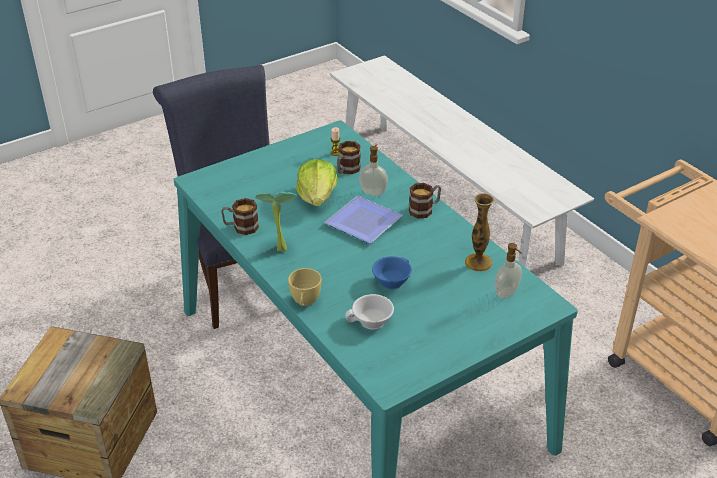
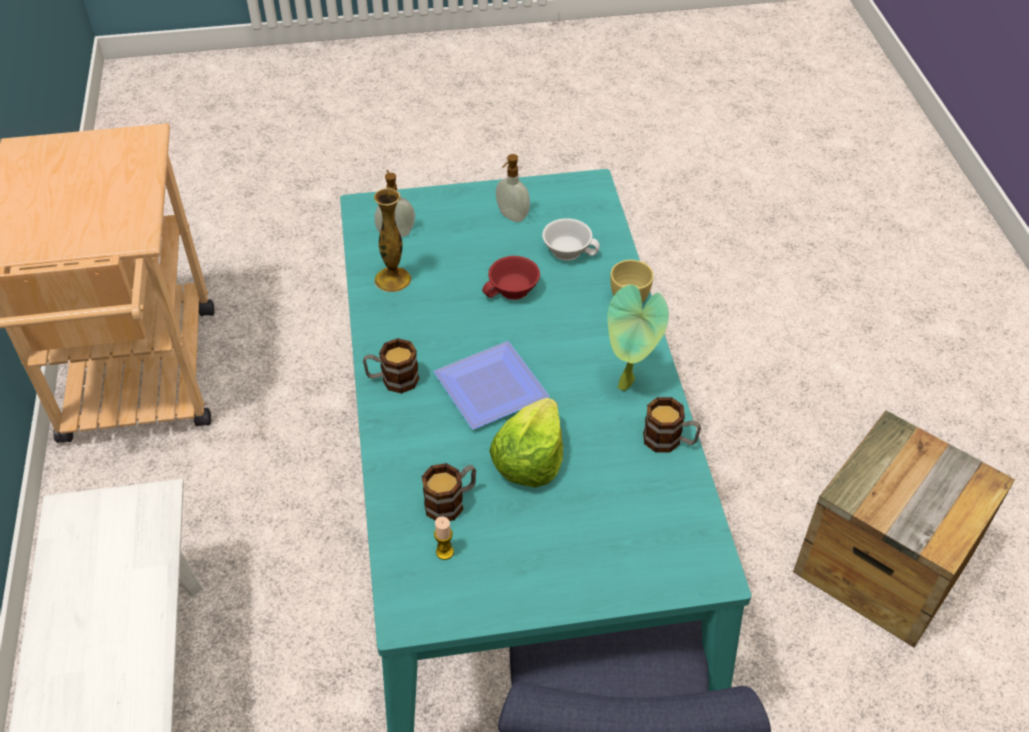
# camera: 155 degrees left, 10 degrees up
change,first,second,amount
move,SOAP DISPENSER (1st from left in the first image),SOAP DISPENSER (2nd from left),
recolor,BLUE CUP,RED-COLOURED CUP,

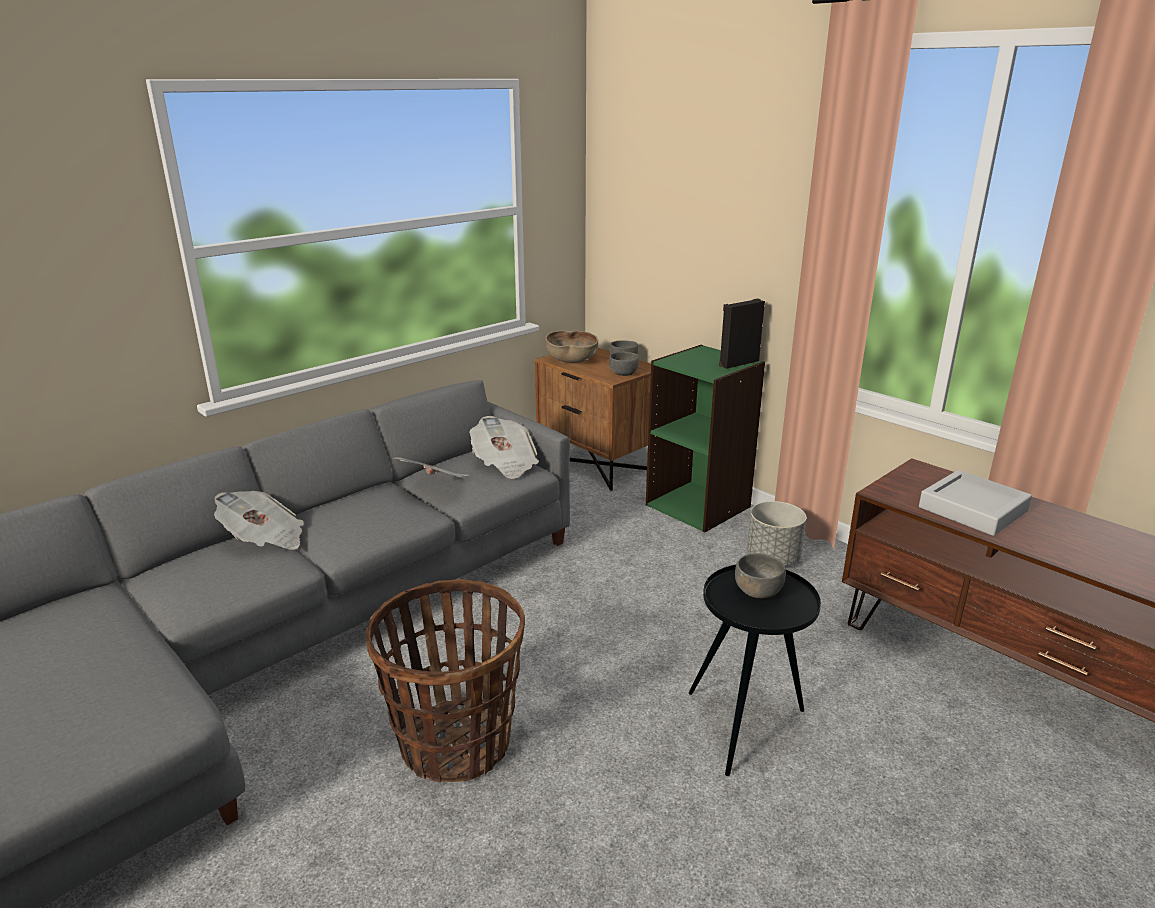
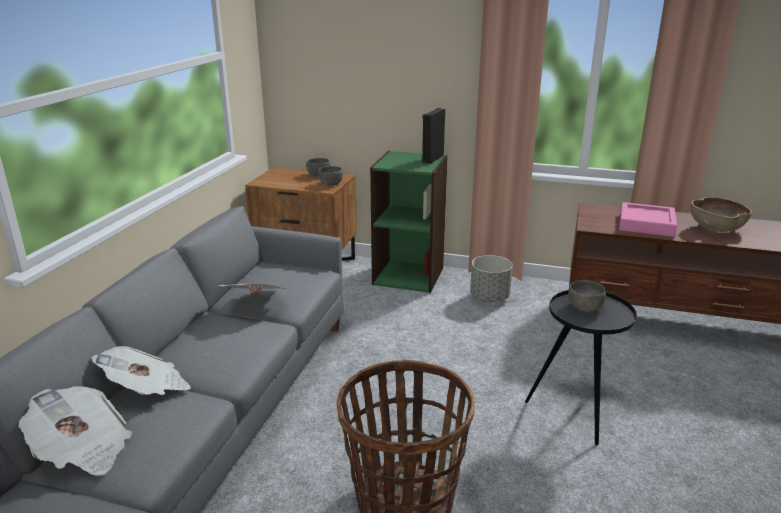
# camera: 30 degrees left, 0 degrees up
change,first,second,amount
move,NEWSPAPER (3rd from left in the first image),NEWSPAPER (1st from left),
move,BROWN DEEP DISH,,
recolor,GREYISH CARRYING TRAY,PINK-COLOURED CARRYING TRAY,

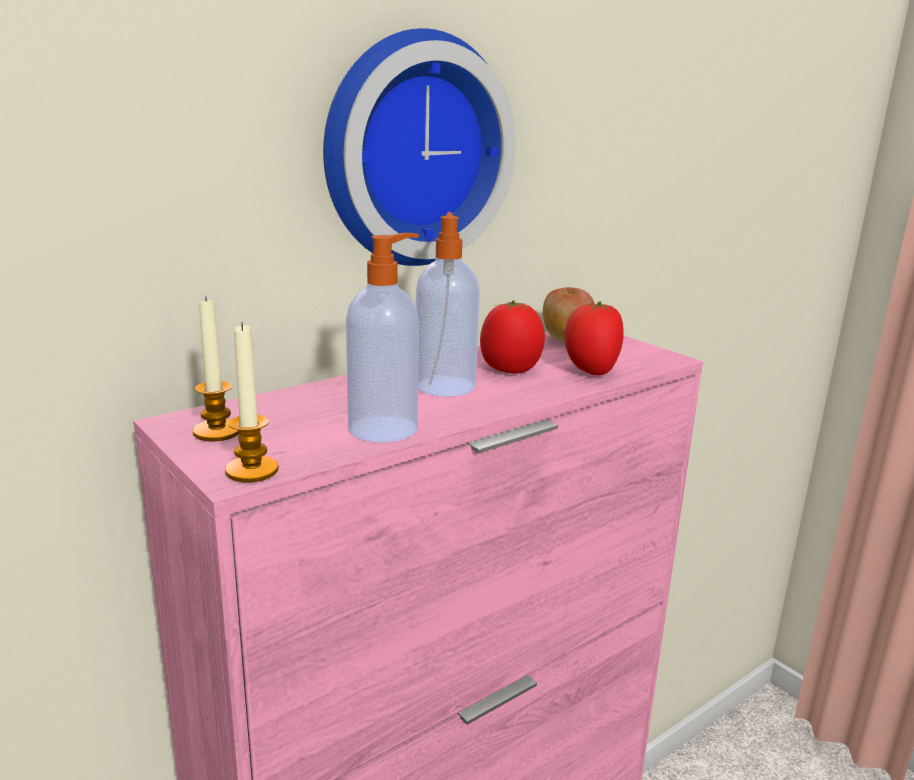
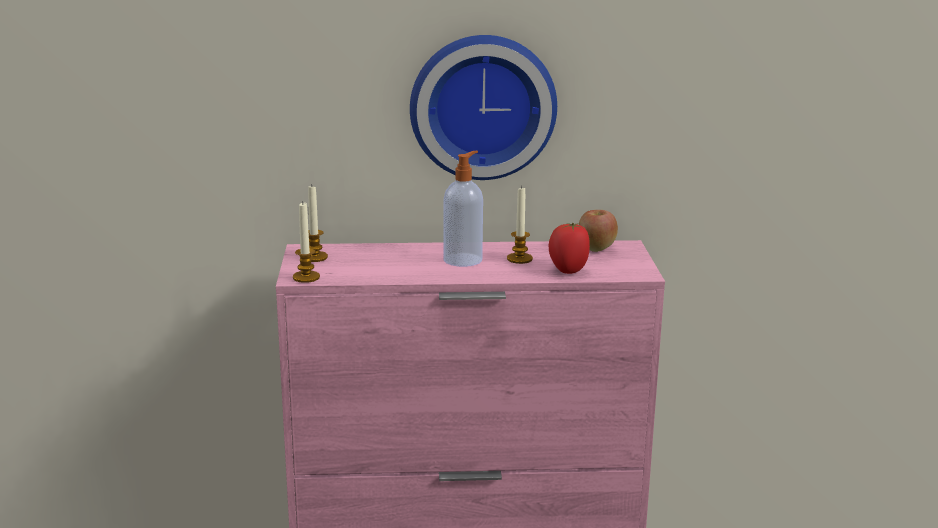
# camera: 35 degrees right, 0 degrees up
change,first,second,amount
delete,SOAP DISPENSER (1st from left),,
replace,TOMATO (1st from left),CANDLE (3rd from left),

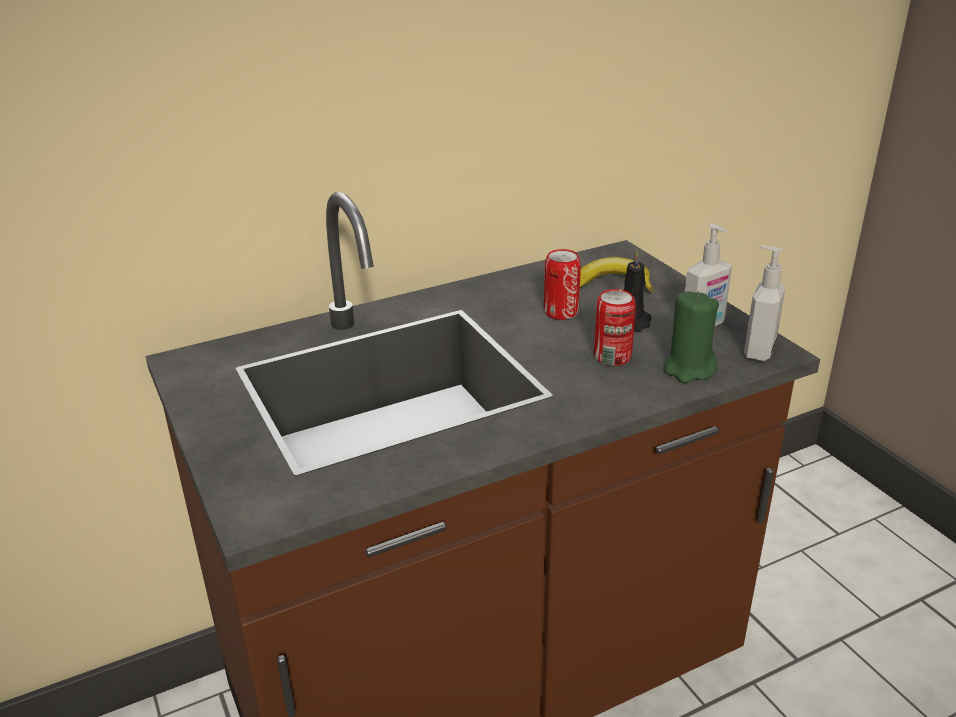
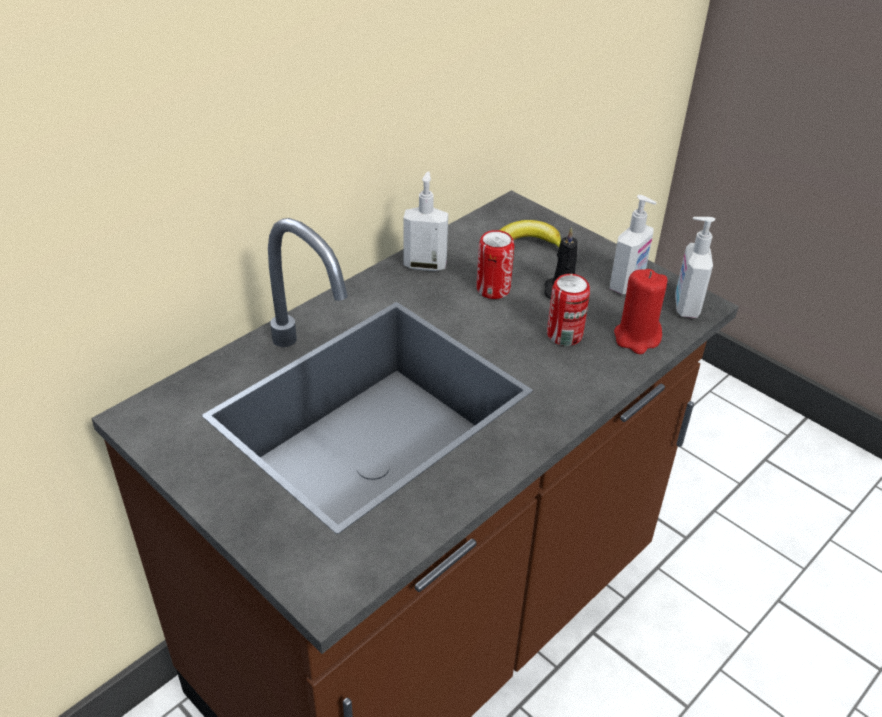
# camera: 20 degrees left, 10 degrees up
change,first,second,amount
insert,,SOAP DISPENSER (1st from left),
recolor,GREENISH CANDLE,RED-COLOURED CANDLE,

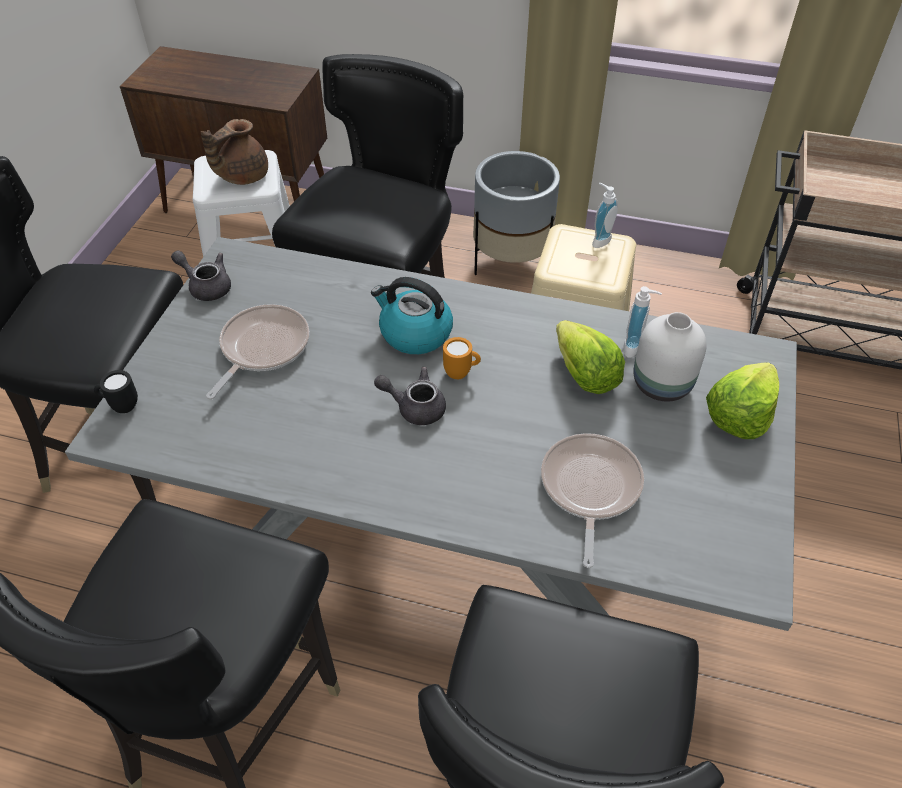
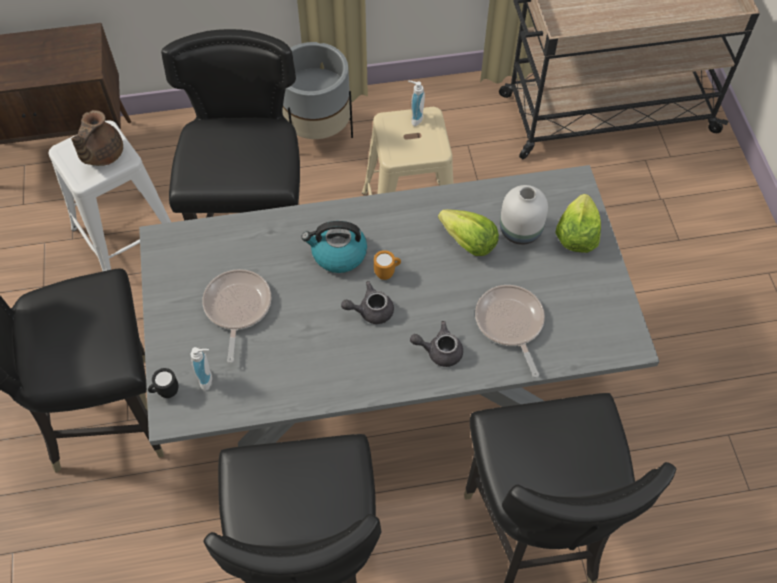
# camera: 25 degrees left, 10 degrees up
change,first,second,amount
move,GREYISH POT FOR TEA (1st from left in the first image),GREYISH POT FOR TEA (2nd from left),
move,SOAP DISPENSER (2nd from left in the first image),SOAP DISPENSER (1st from left),

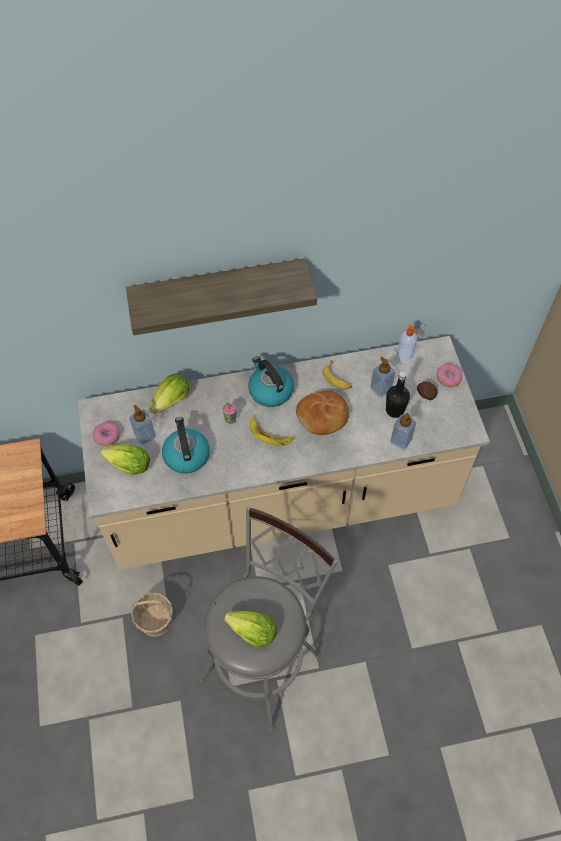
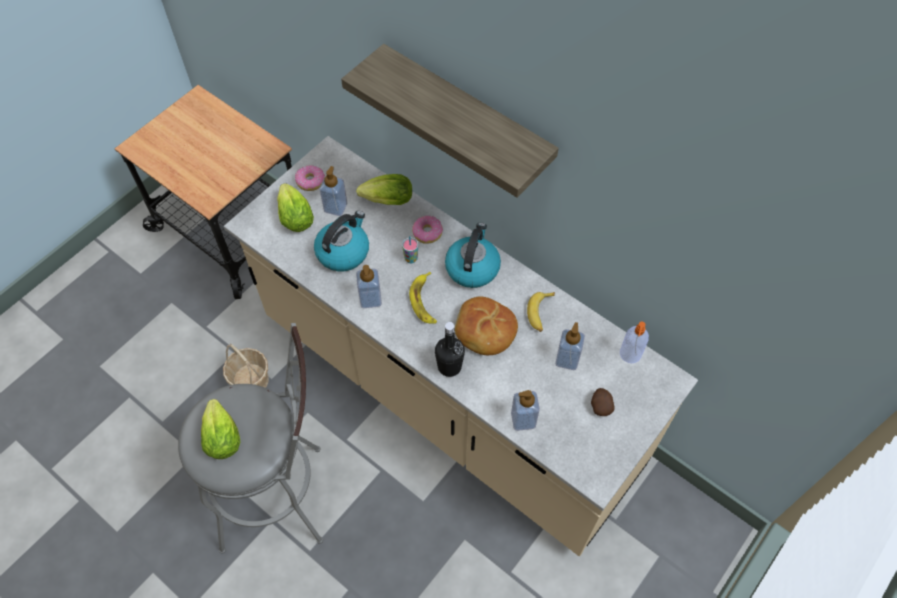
# camera: 50 degrees right, 0 degrees up
change,first,second,amount
insert,,SOAP DISPENSER (2nd from left),
move,BLACK BOTTLE,,
move,RING DOUGHNUT (2nd from left),,

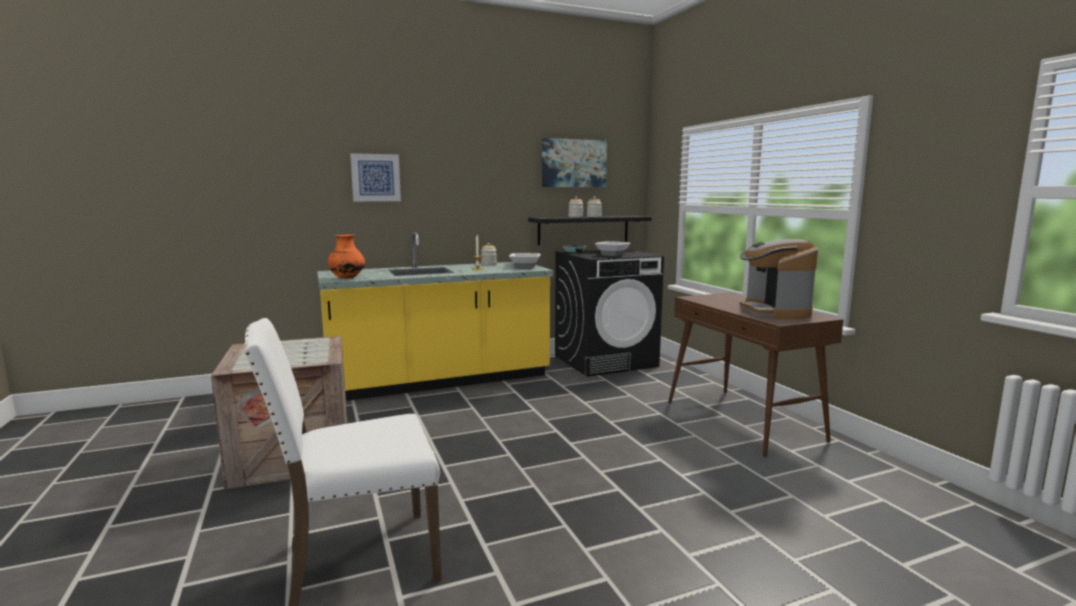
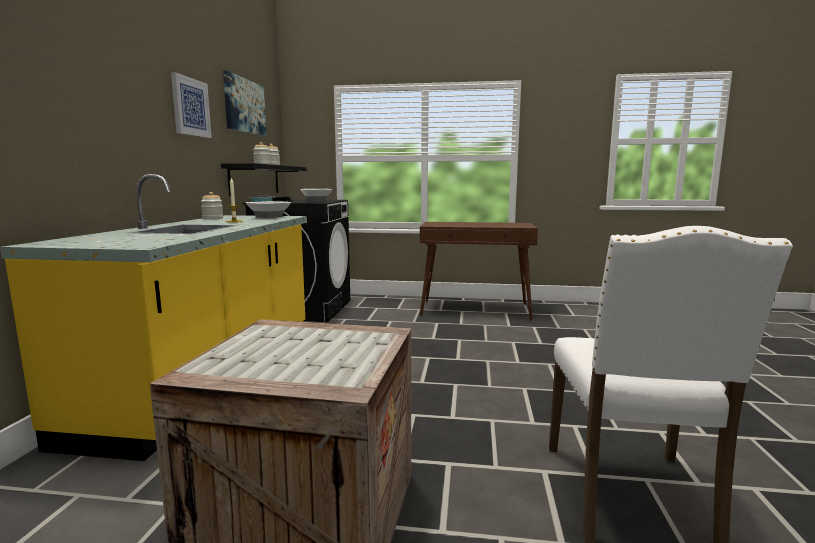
# camera: 60 degrees left, 0 degrees up
change,first,second,amount
delete,ORANGE VASE,,
delete,COFFEE BREWER,,
move,PICTURE (1st from left),,

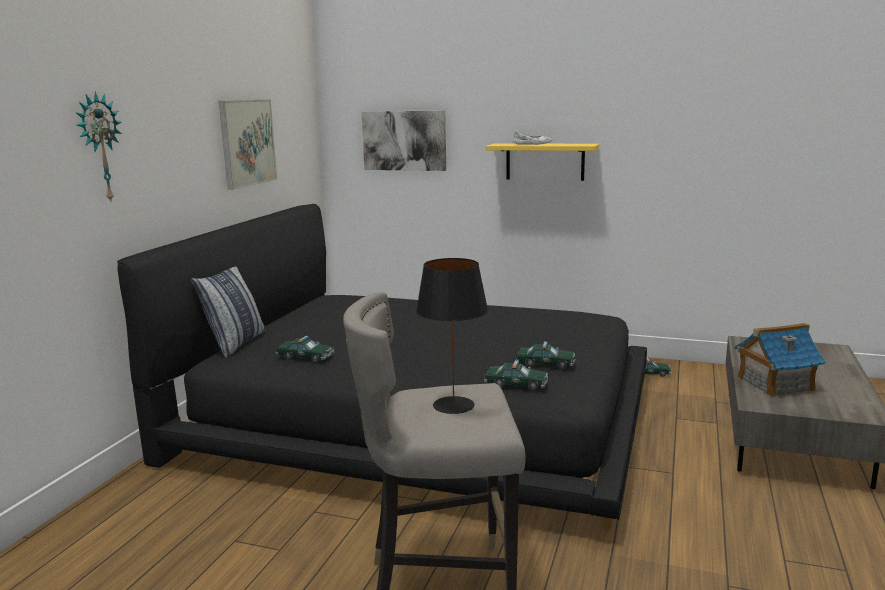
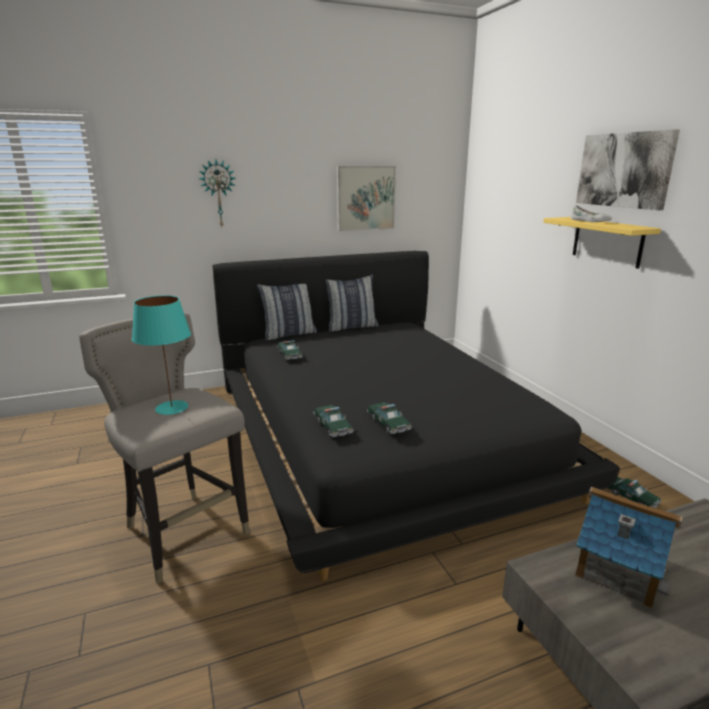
# camera: 50 degrees right, 5 degrees up
change,first,second,amount
insert,,CUSHION (2nd from left),
move,PICTURE (2nd from left),,
recolor,BLACK LAMP FOR A TABLE,BLUE-GREEN LAMP FOR A TABLE,

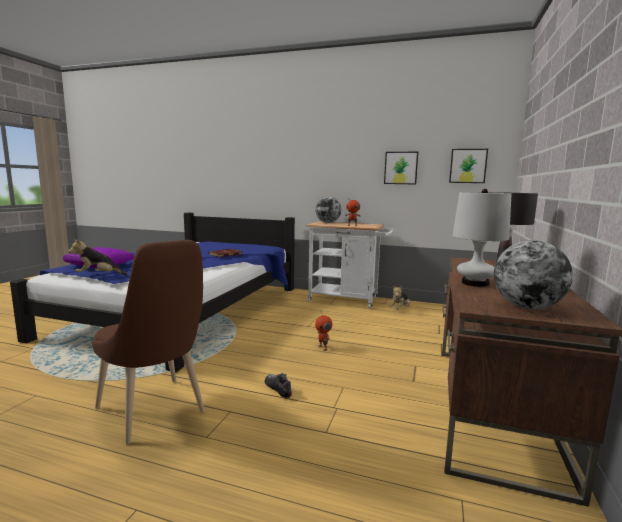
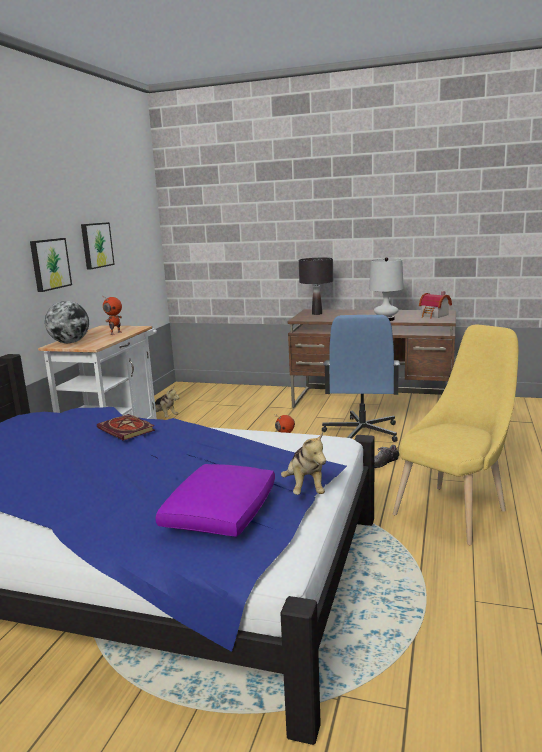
# camera: 90 degrees left, 5 degrees up
change,first,second,amount
insert,,BLUE COMPUTER CHAIR,
move,PICTURE (2nd from left in the first image),PICTURE (1st from left),
replace,DESK GLOBE (2nd from left),MINIATURE HOUSE,
recolor,BROWN PLAIN CHAIR,YELLOWISH PLAIN CHAIR,

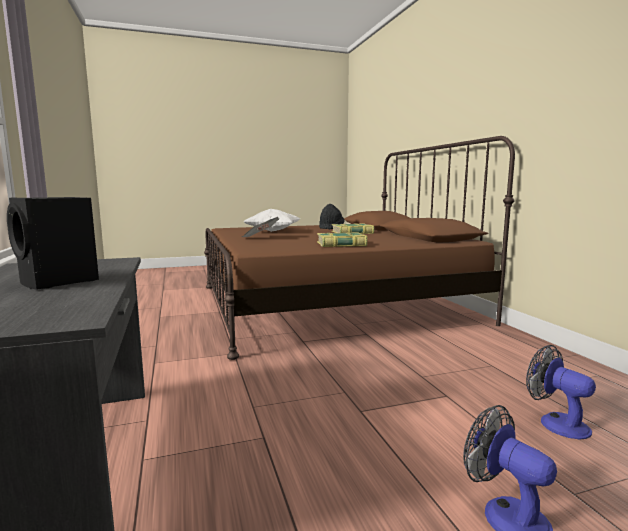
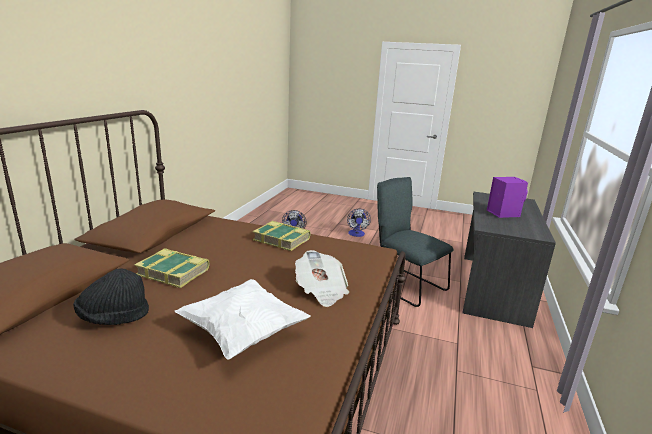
# camera: 145 degrees left, 10 degrees up
change,first,second,amount
insert,,GREYISH PLAIN CHAIR,
recolor,BLACK SPEAKER,PURPLISH SPEAKER,

